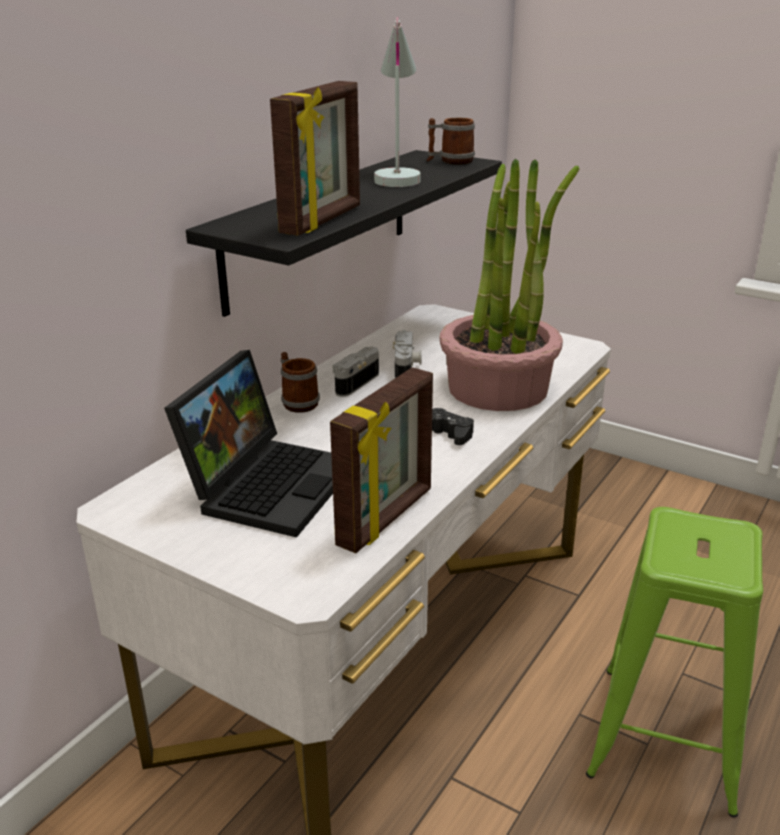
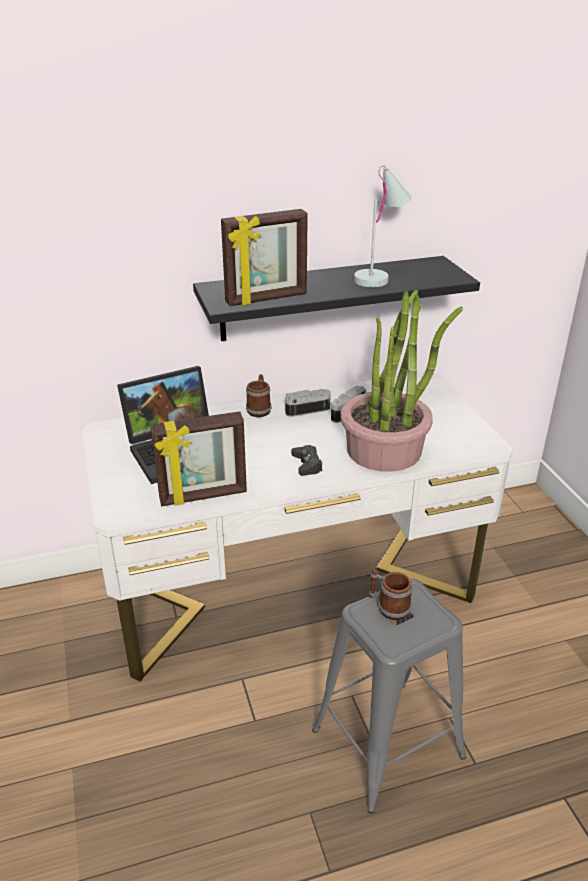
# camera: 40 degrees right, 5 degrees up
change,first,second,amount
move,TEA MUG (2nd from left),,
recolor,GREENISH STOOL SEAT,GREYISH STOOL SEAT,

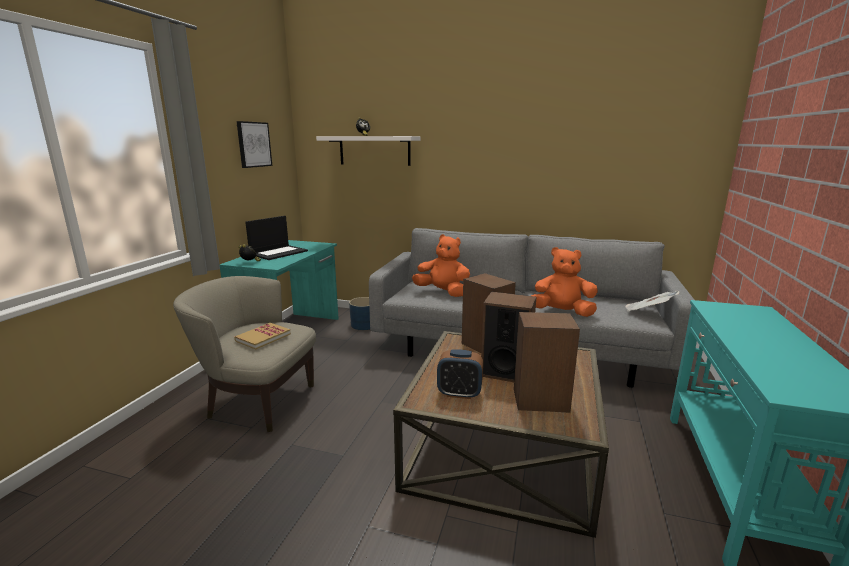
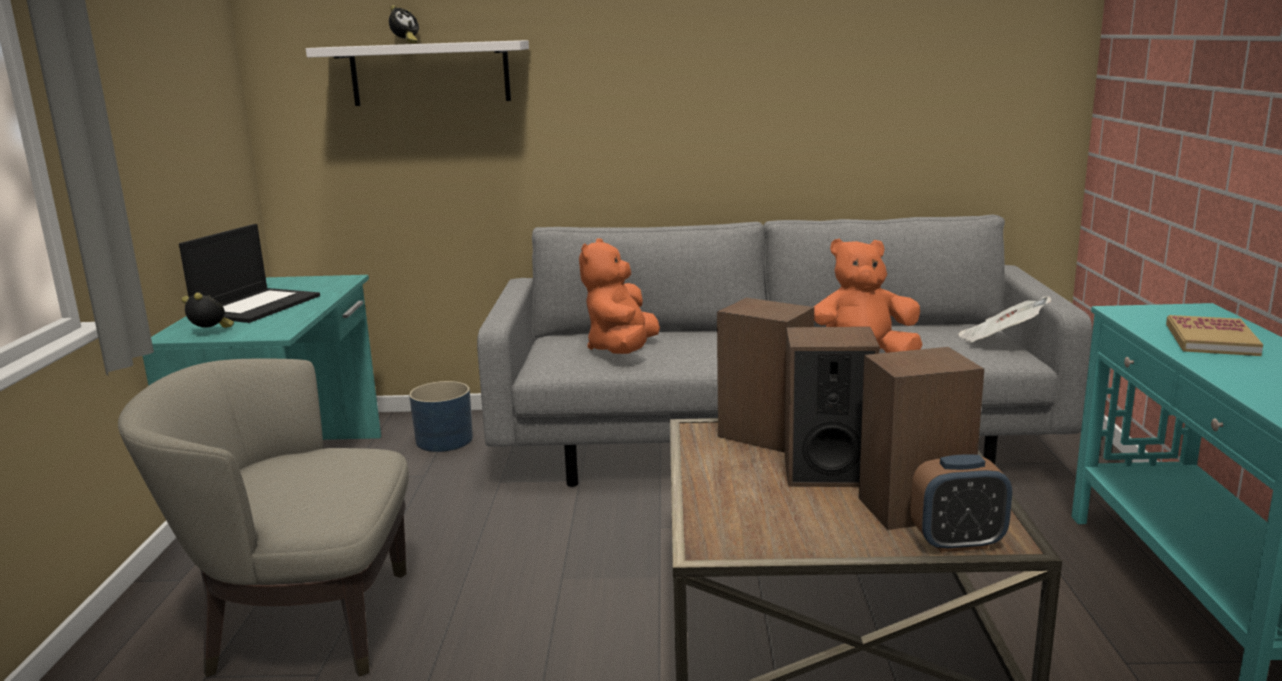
# camera: 15 degrees left, 0 degrees up
change,first,second,amount
delete,PICTURE,,
move,VOLUME,,
move,ALARM CLOCK (3rd from left),,
rotate,ORANGE PLUSH TOY (1st from left),,90 degrees counterclockwise

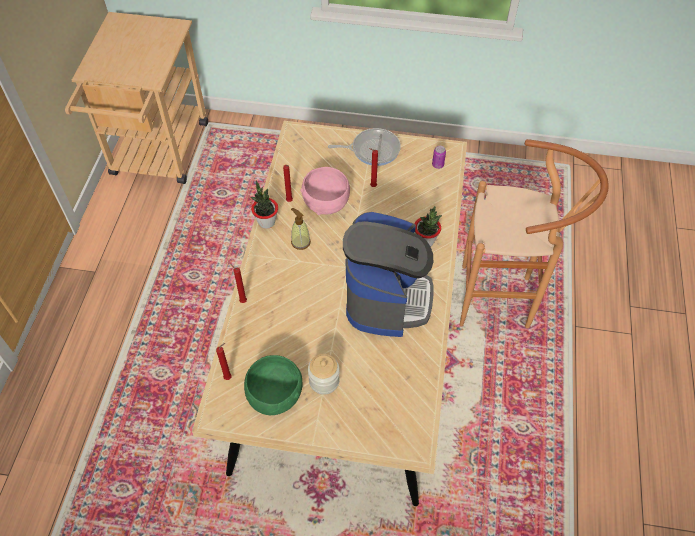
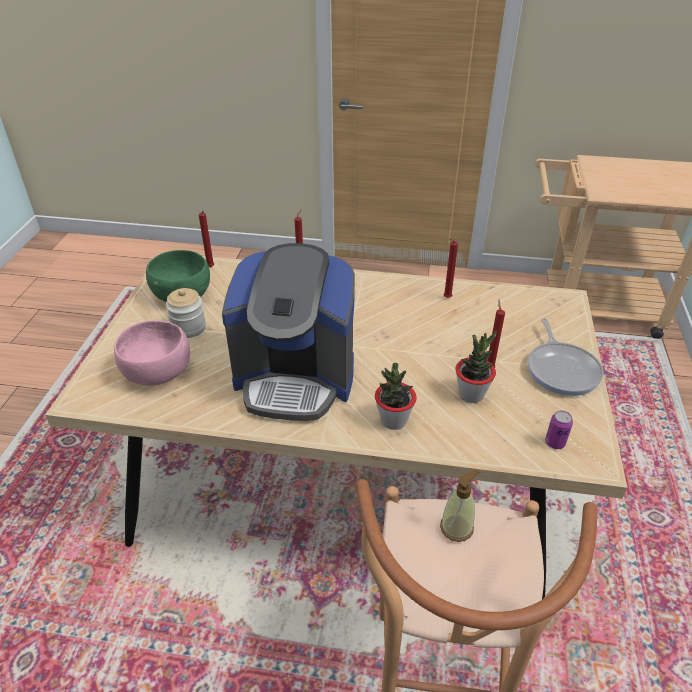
# camera: 90 degrees right, 15 degrees down
change,first,second,amount
move,POTTED PLANT (1st from left in the first image),POTTED PLANT (2nd from left),
move,SOAP DISPENSER,,
move,PINK-COLOURED DEEP DISH,,

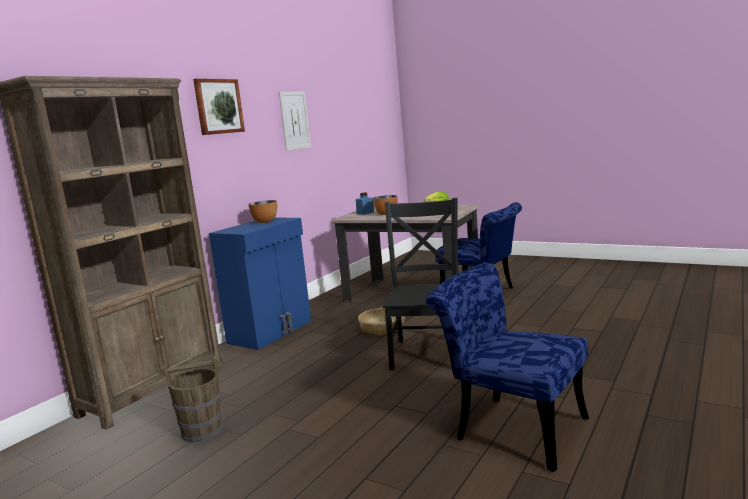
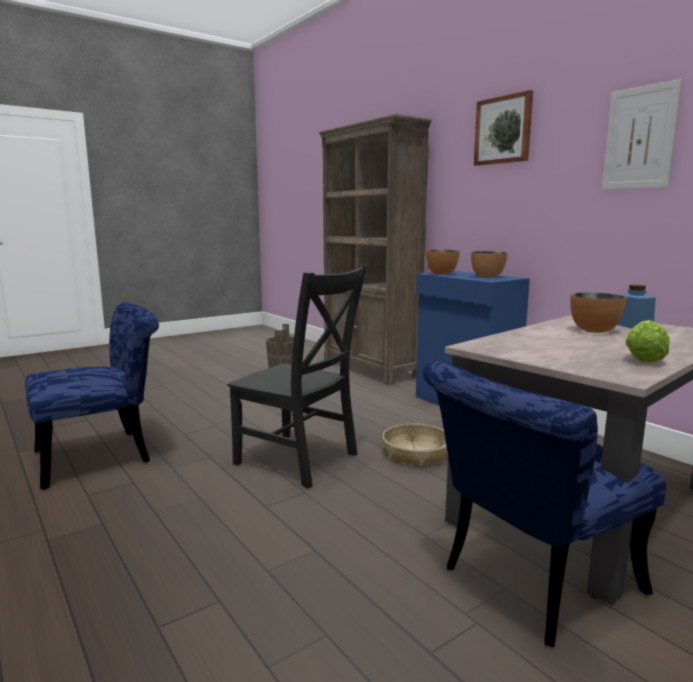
# camera: 110 degrees right, 0 degrees up
change,first,second,amount
insert,,DEEP DISH (1st from left),

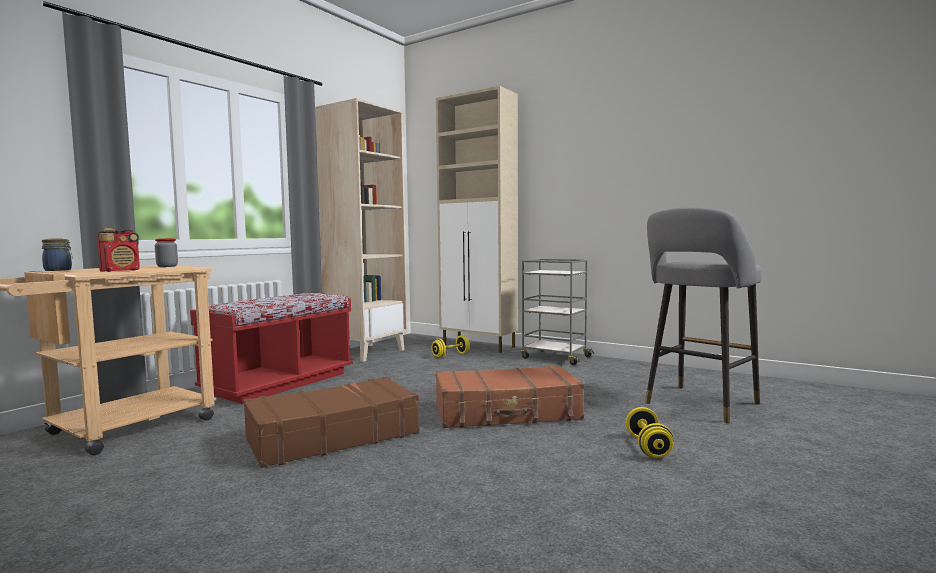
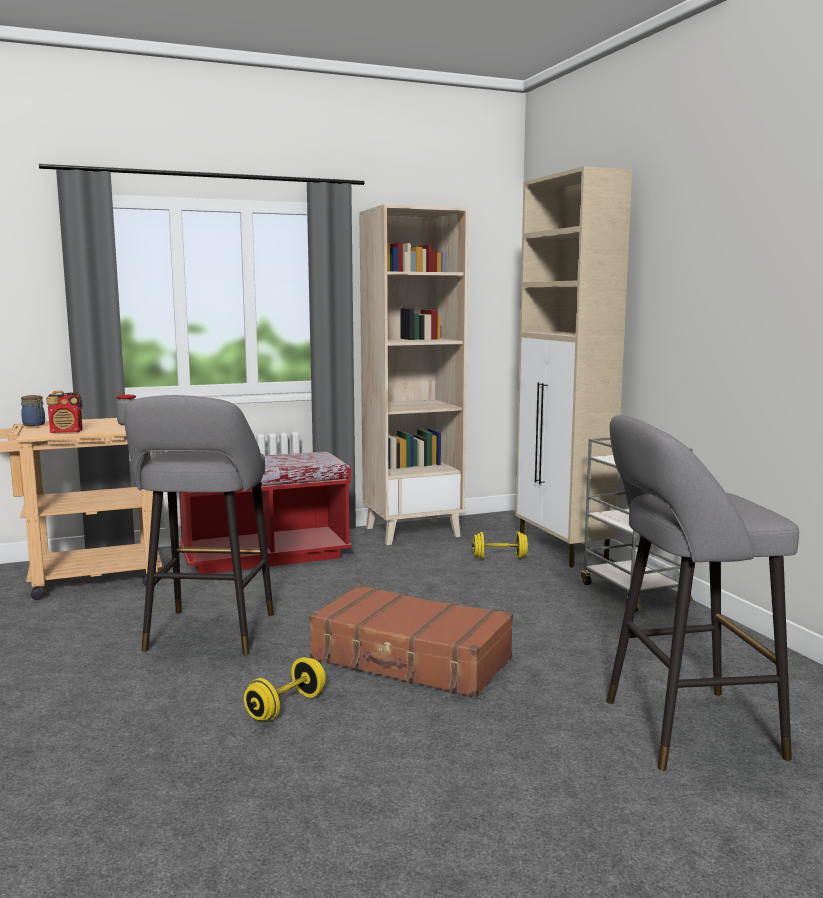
# camera: 35 degrees right, 5 degrees up
change,first,second,amount
move,YELLOWISH FREE WEIGHT (2nd from left in the first image),YELLOWISH FREE WEIGHT (1st from left),
replace,BROWN PIECE OF LUGGAGE (1st from left),GREYISH STOOL SEAT (1st from left),

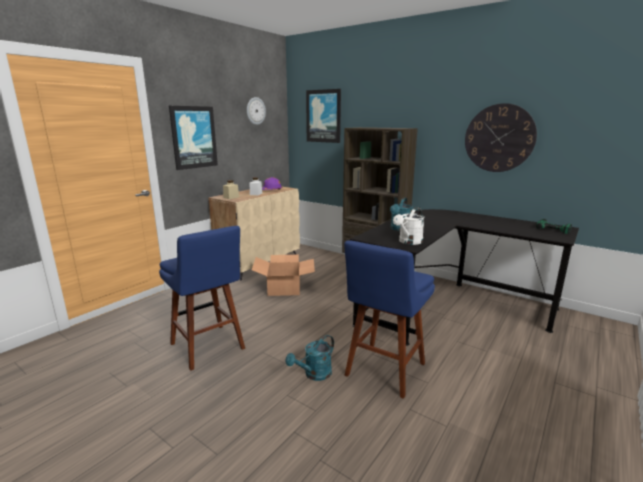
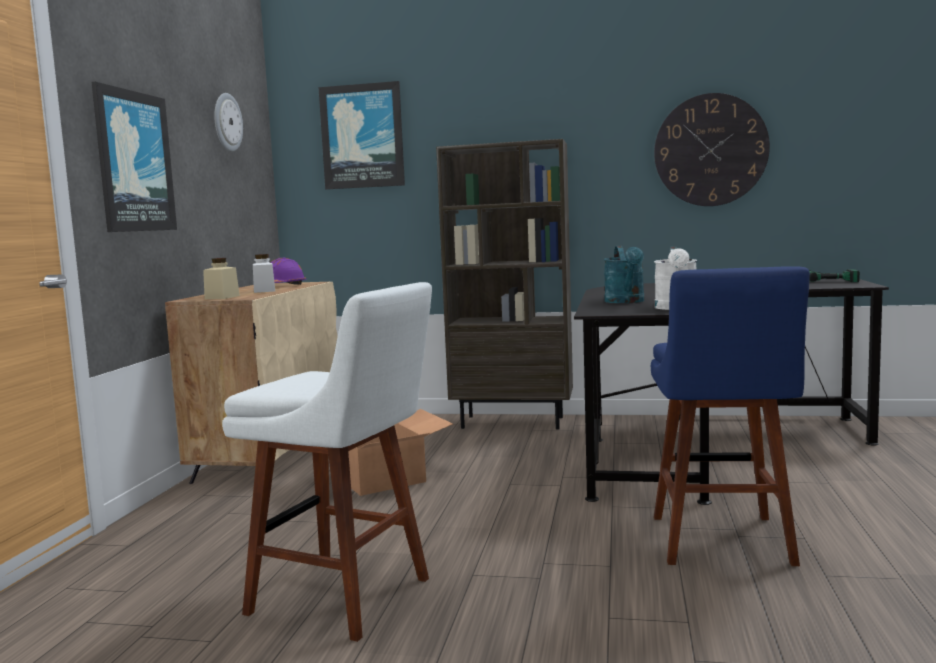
# camera: 25 degrees left, 10 degrees down
change,first,second,amount
delete,BLUE-GREEN WATERING CAN (1st from left),,
recolor,BLUE STOOL SEAT (1st from left),WHITISH STOOL SEAT,

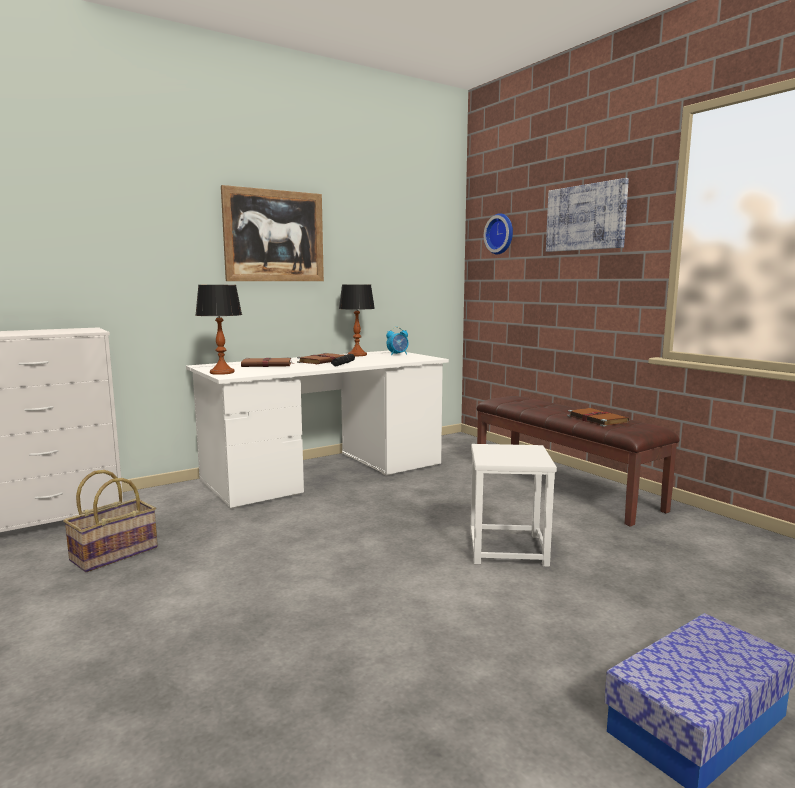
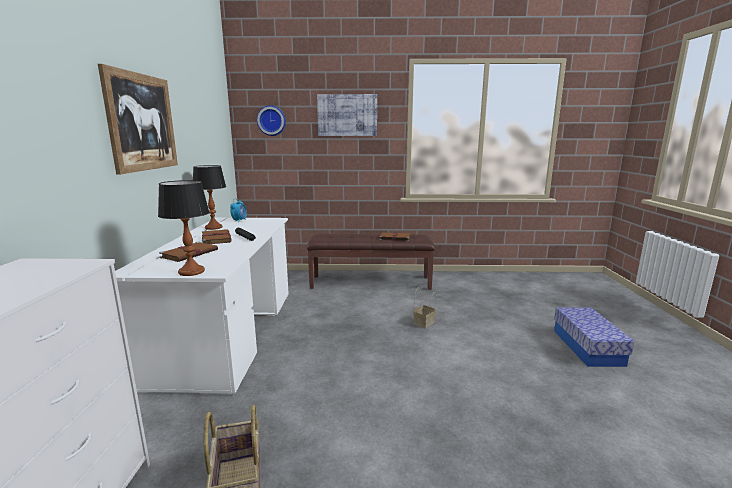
# camera: 55 degrees left, 5 degrees up
change,first,second,amount
replace,WHITISH STOOL SEAT,BASKET (2nd from left),

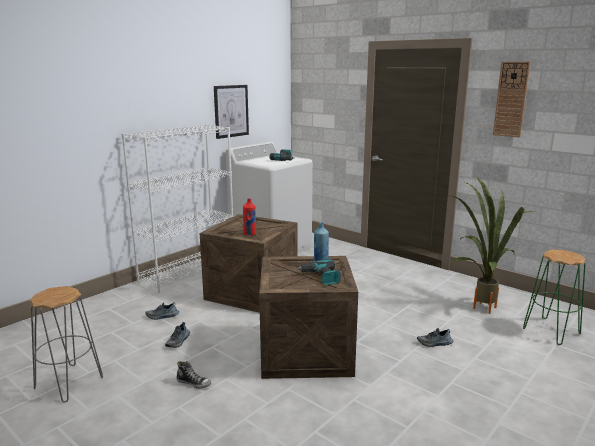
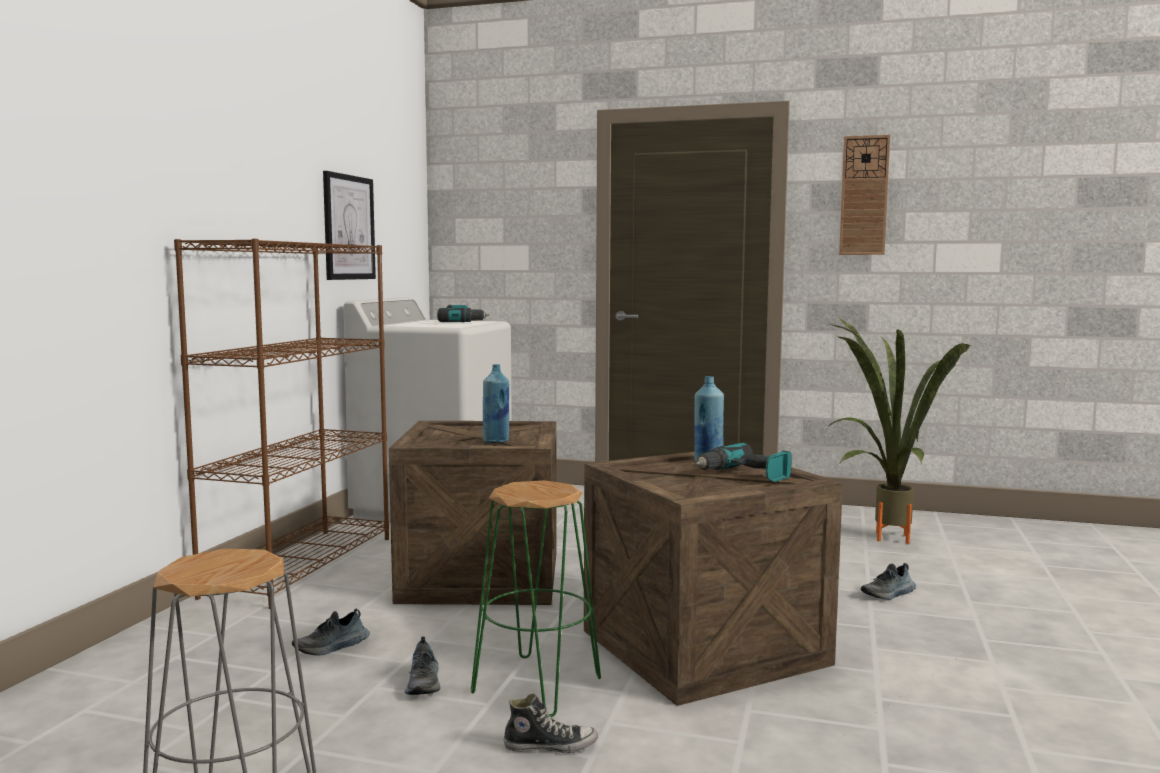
# camera: 25 degrees left, 10 degrees down
change,first,second,amount
move,GREENISH STOOL SEAT,,
recolor,WHITISH BOOKSHELF,BROWN BOOKSHELF,
recolor,RED-COLOURED BOTTLE,BLUE BOTTLE (1st from left),

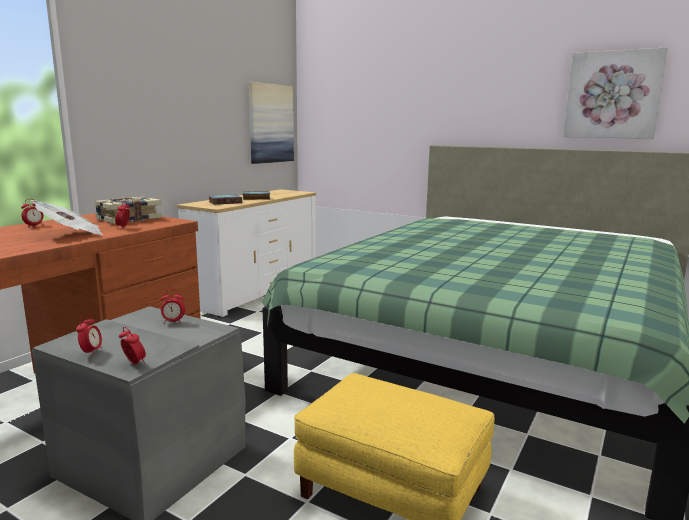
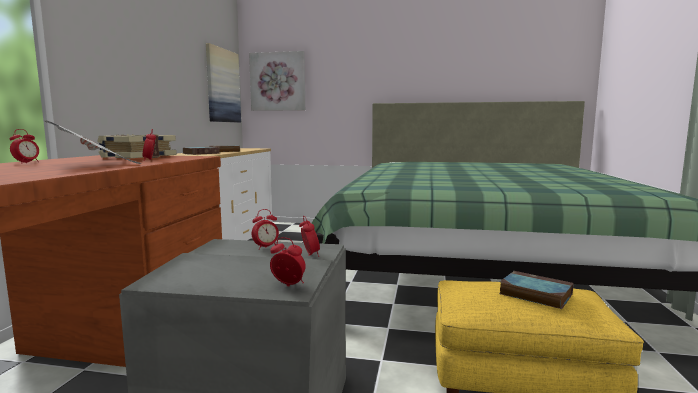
# camera: 20 degrees left, 5 degrees down
change,first,second,amount
insert,,VOLUME (4th from left),
move,ALARM CLOCK (2nd from left in the first image),ALARM CLOCK (5th from left),
move,PICTURE (2nd from left),,

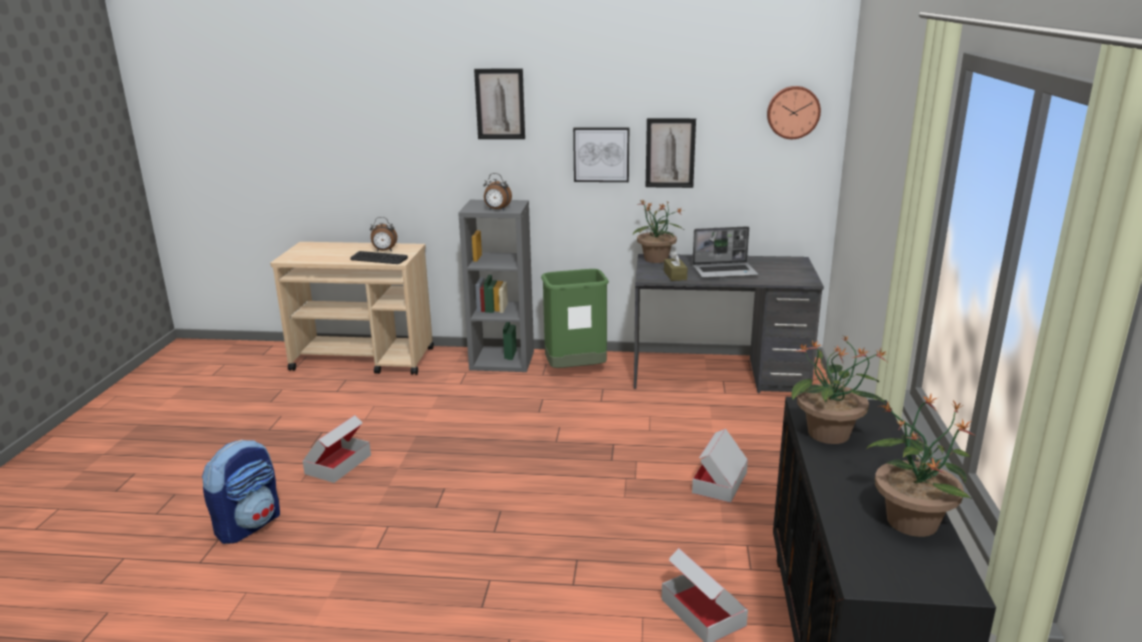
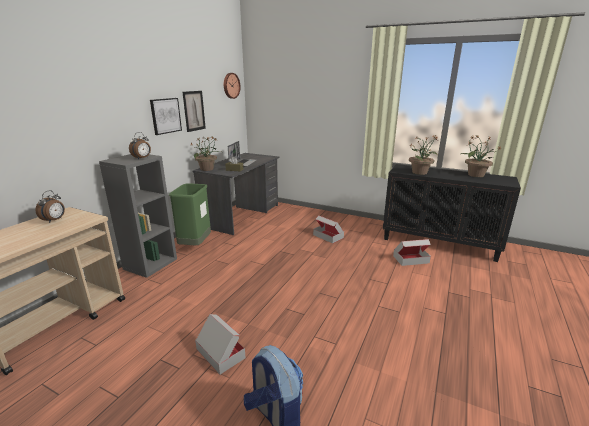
# camera: 70 degrees left, 0 degrees up
change,first,second,amount
delete,KEYBOARD,,
delete,PICTURE (1st from left),,

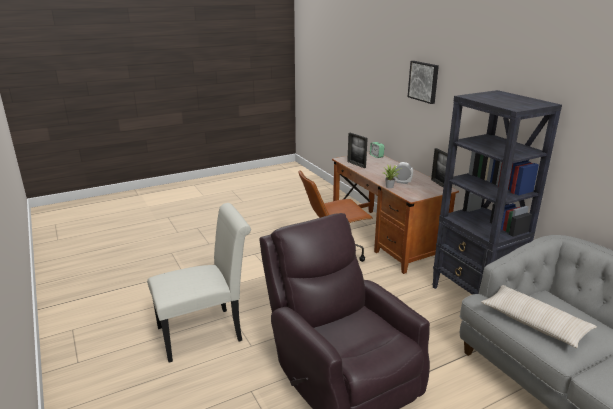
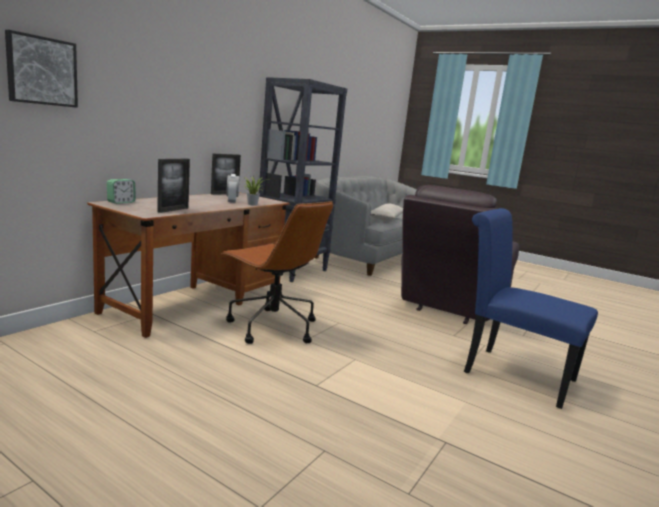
# camera: 120 degrees left, 10 degrees down
change,first,second,amount
move,PICTURE,,
recolor,WHITISH PLAIN CHAIR,BLUE PLAIN CHAIR,

